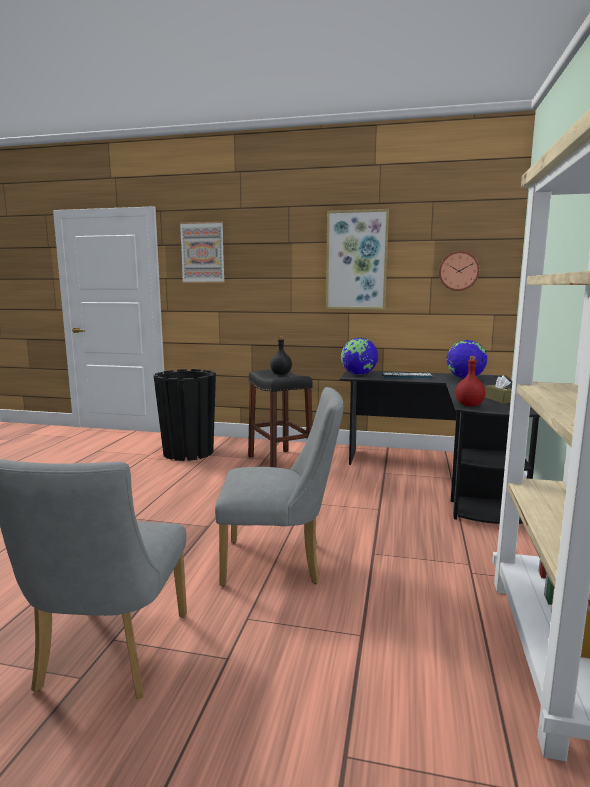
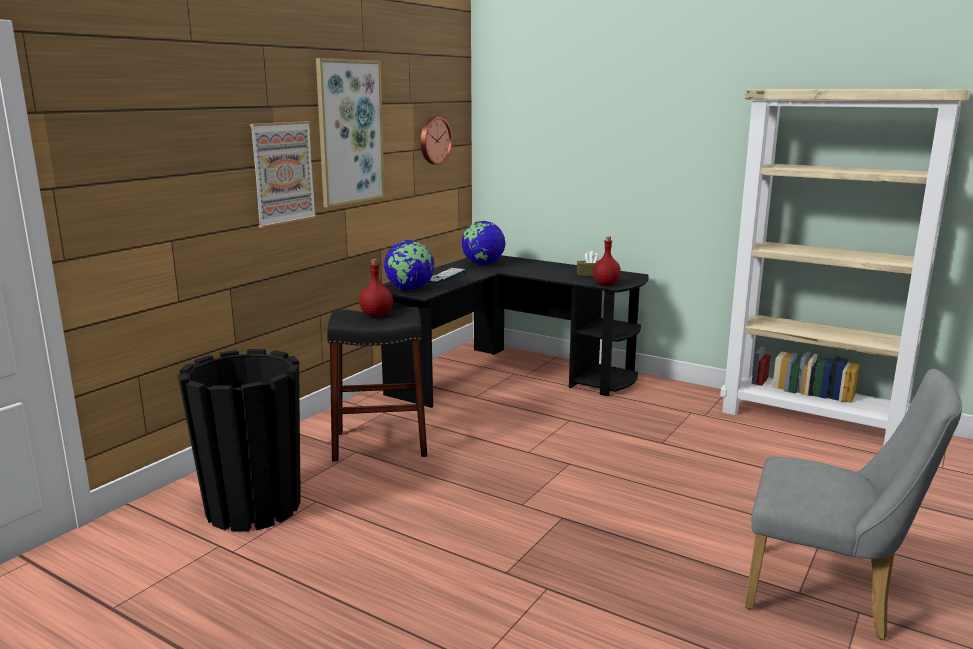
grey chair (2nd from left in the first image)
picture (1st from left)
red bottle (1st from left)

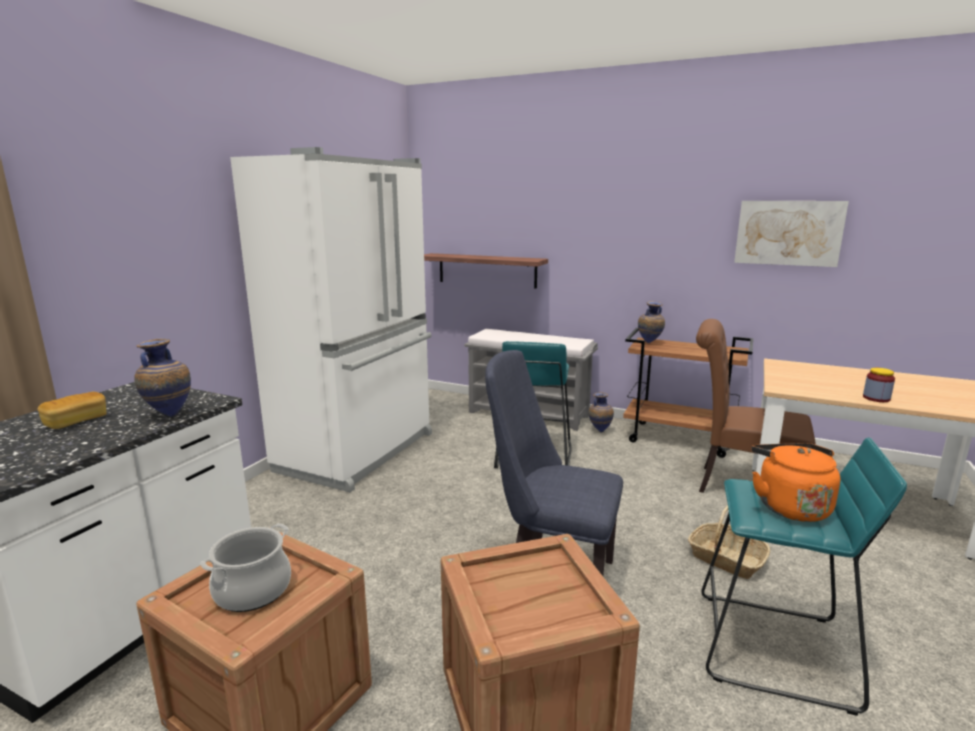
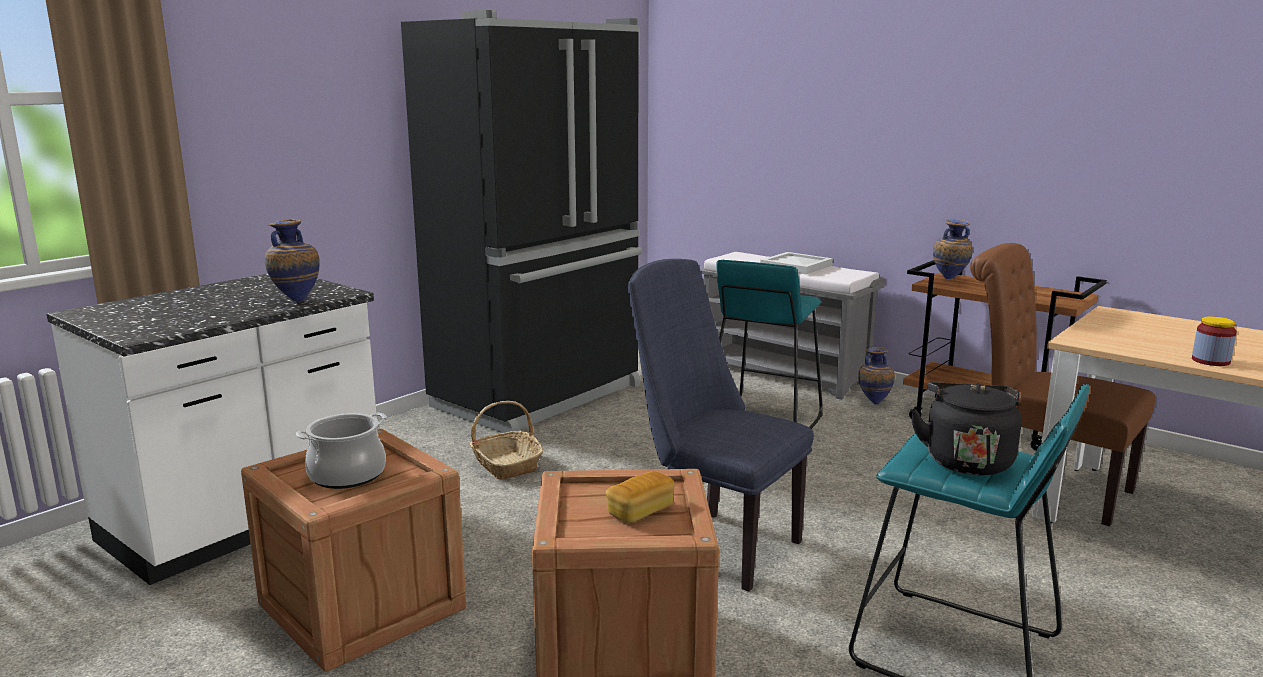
shelf
picture
white tray
bread
basket
black fridge
black kettle

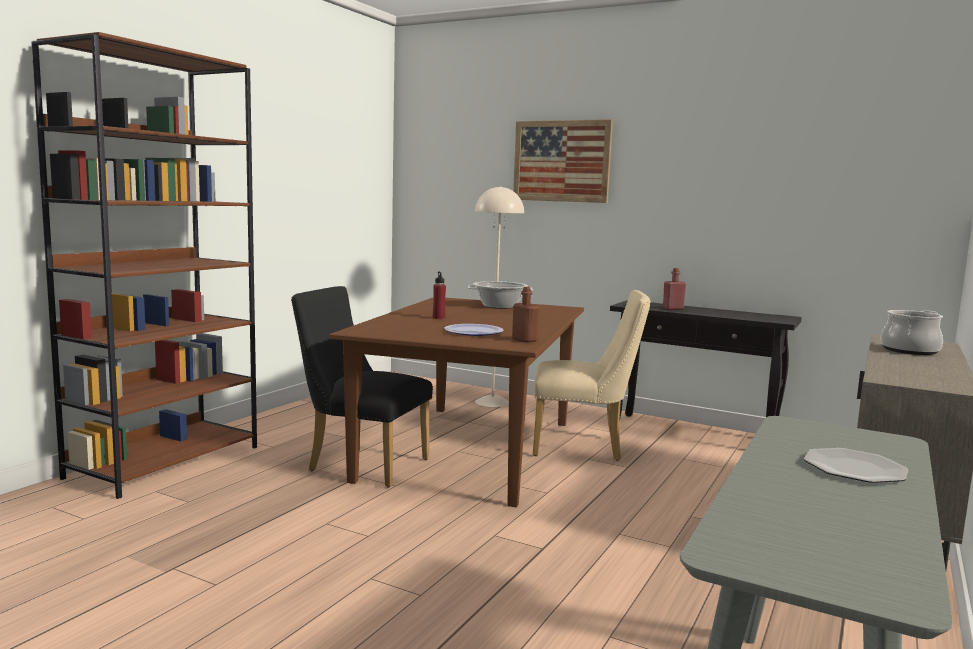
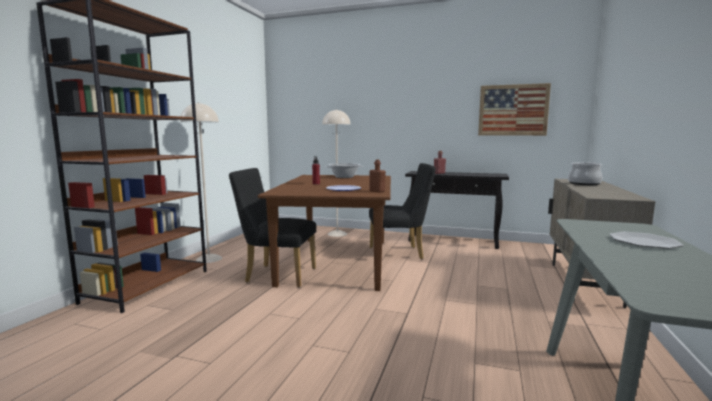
beige floor lamp (1st from left)
picture
black chair (2nd from left)

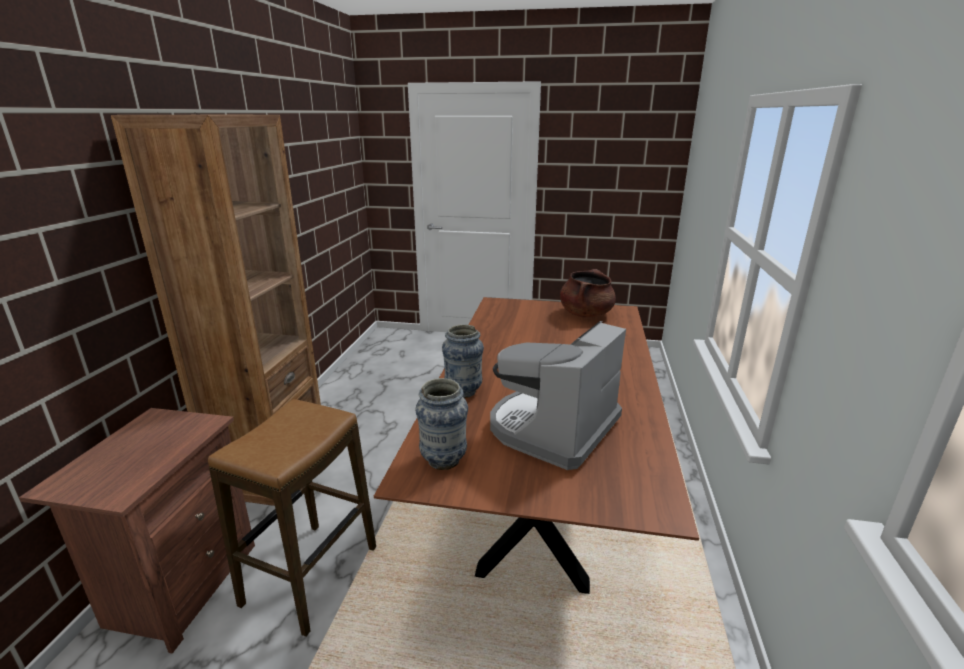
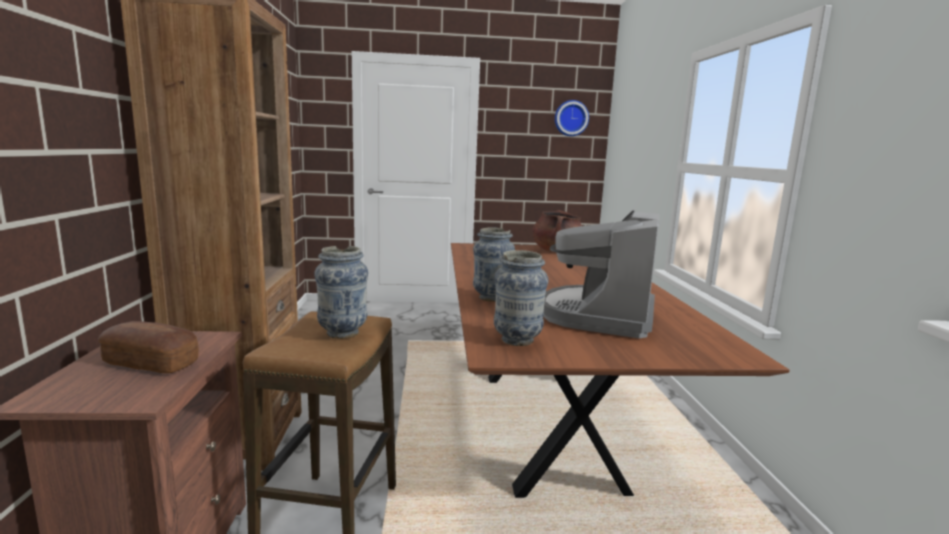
bread
vase (1st from left)
wall clock

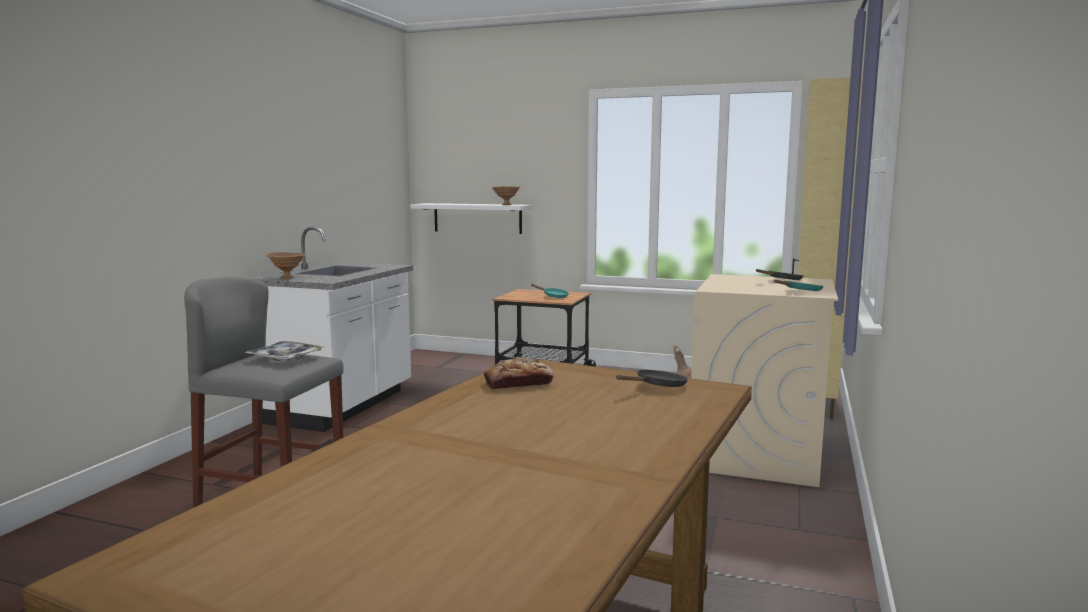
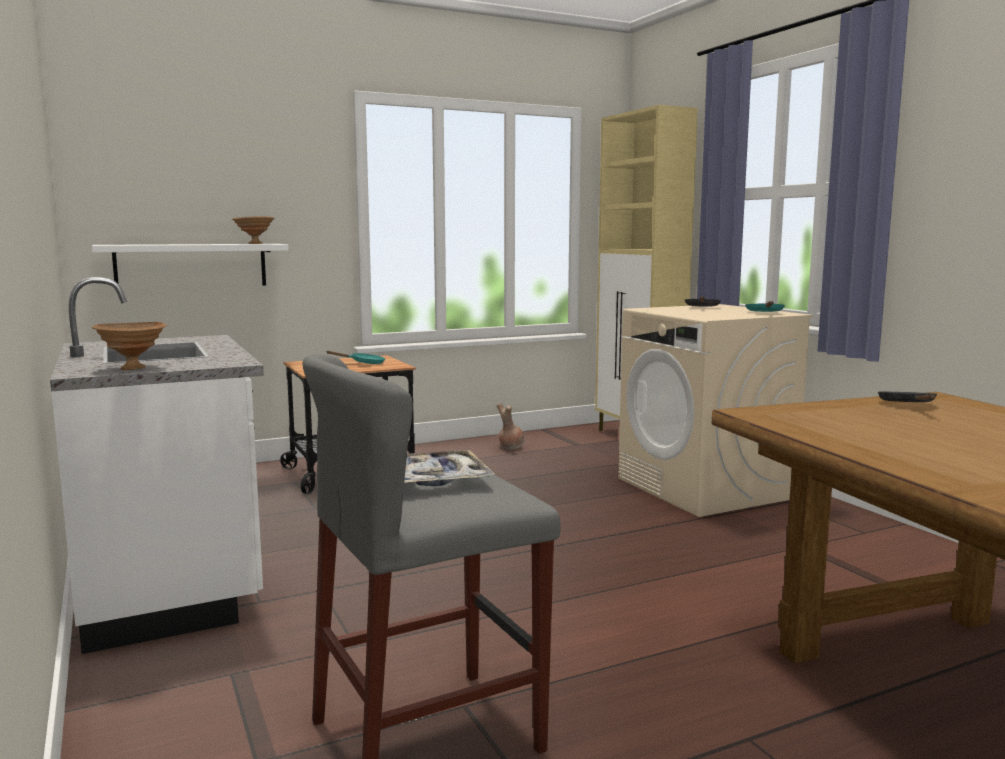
bread

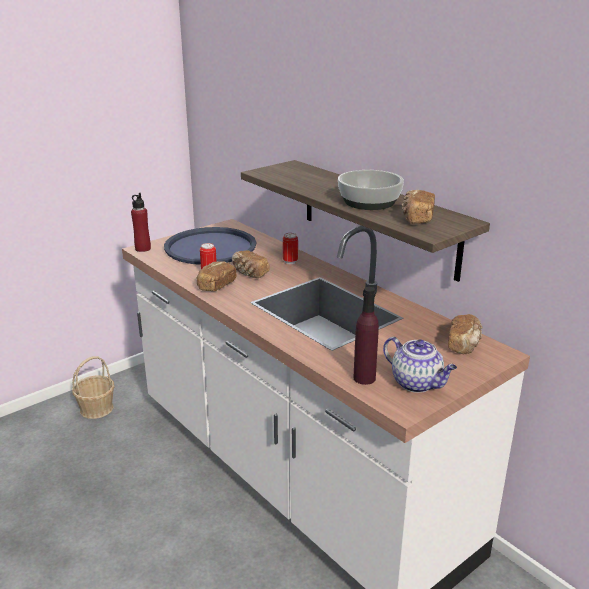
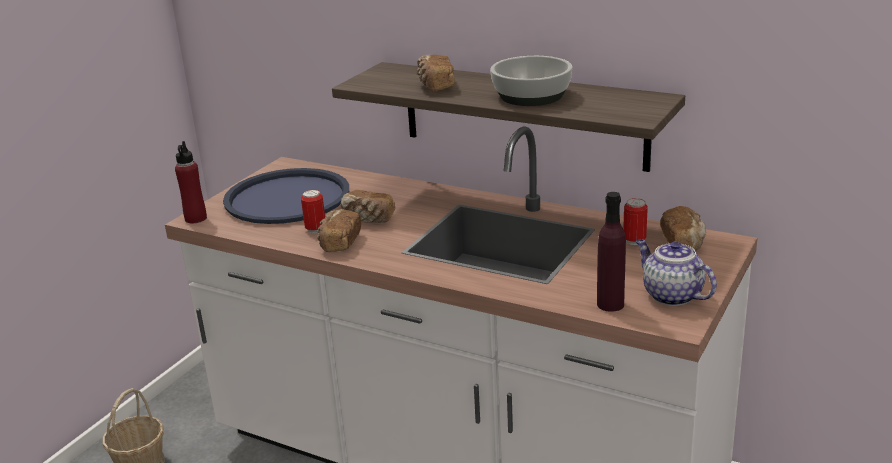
can (2nd from left)
bread (3rd from left)
teapot

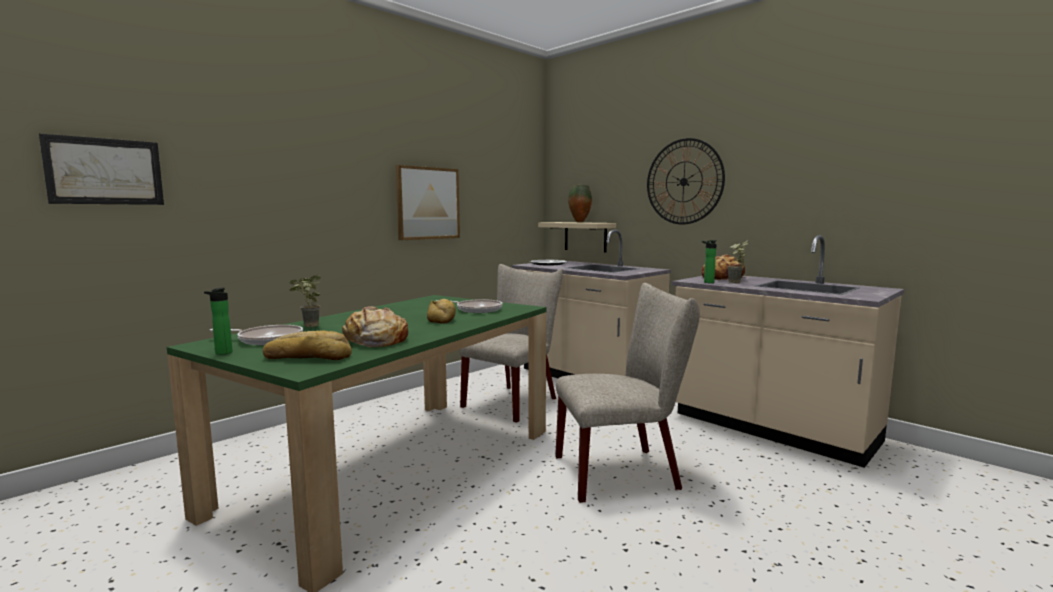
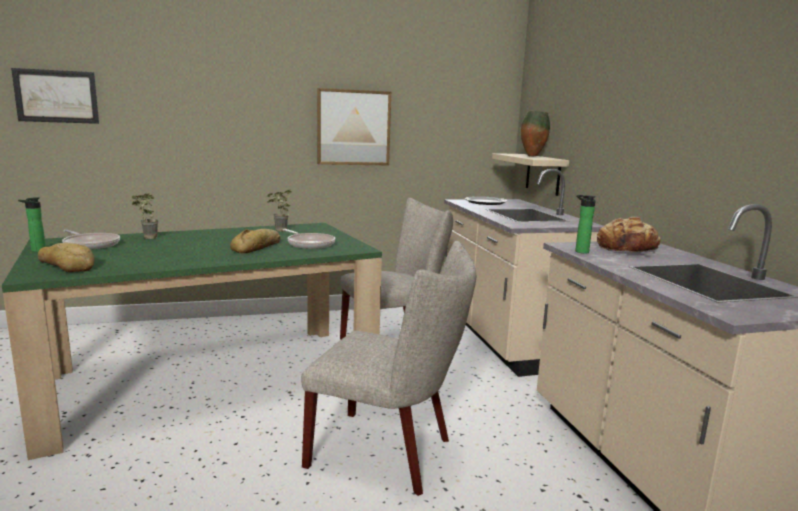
bread (2nd from left in the first image)
wall clock
potted plant (2nd from left)

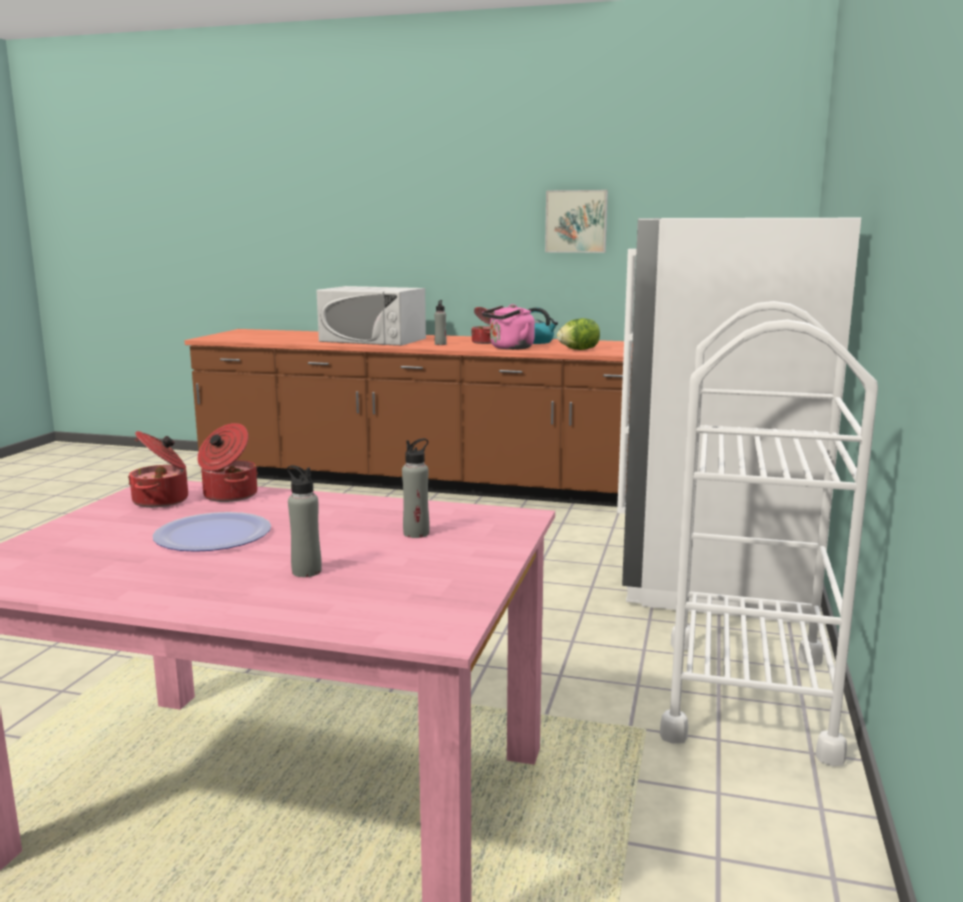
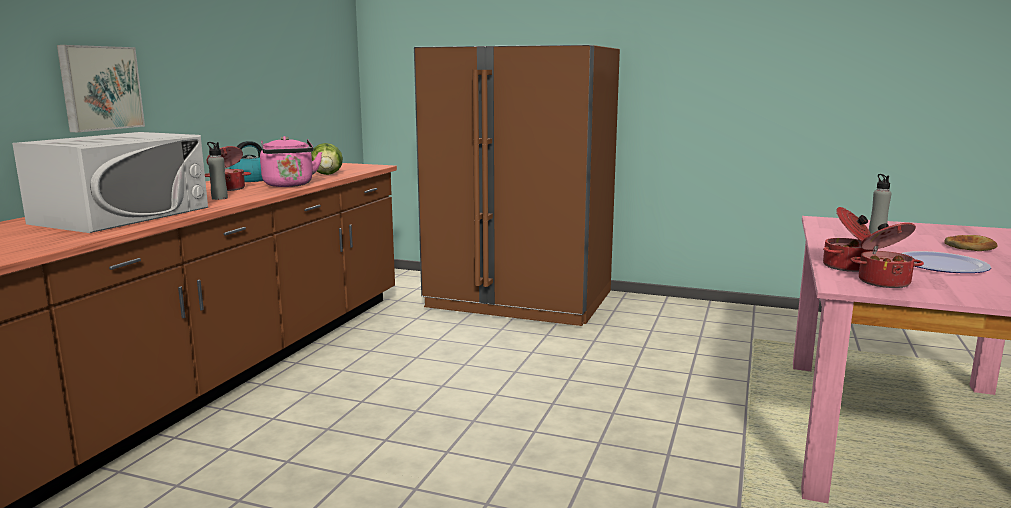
white cart
picture
bread
brown fridge

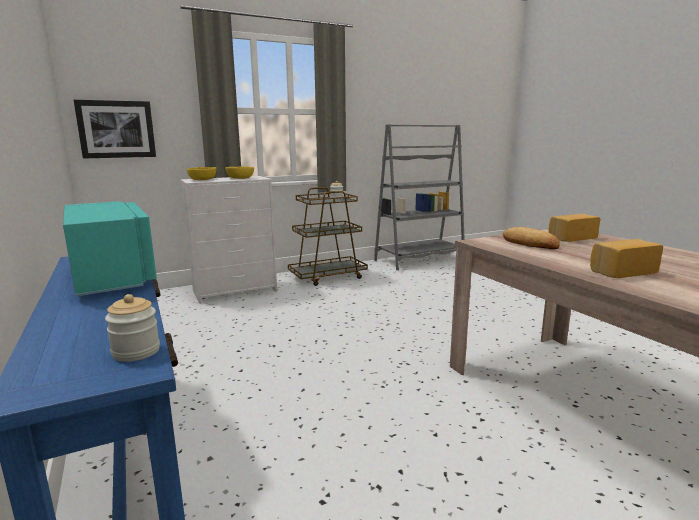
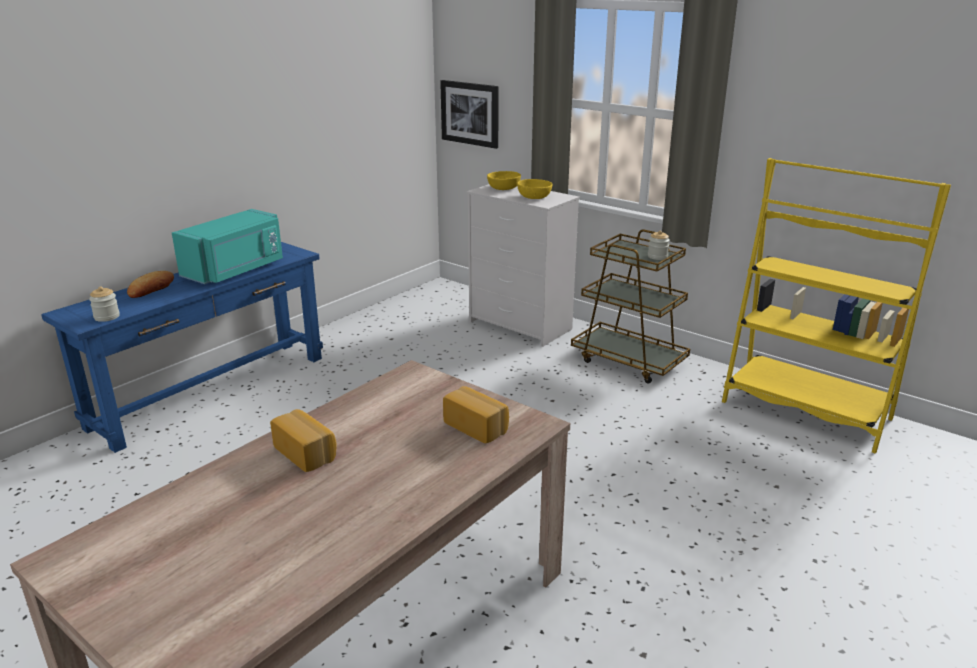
bread (1st from left)
yellow bookcase

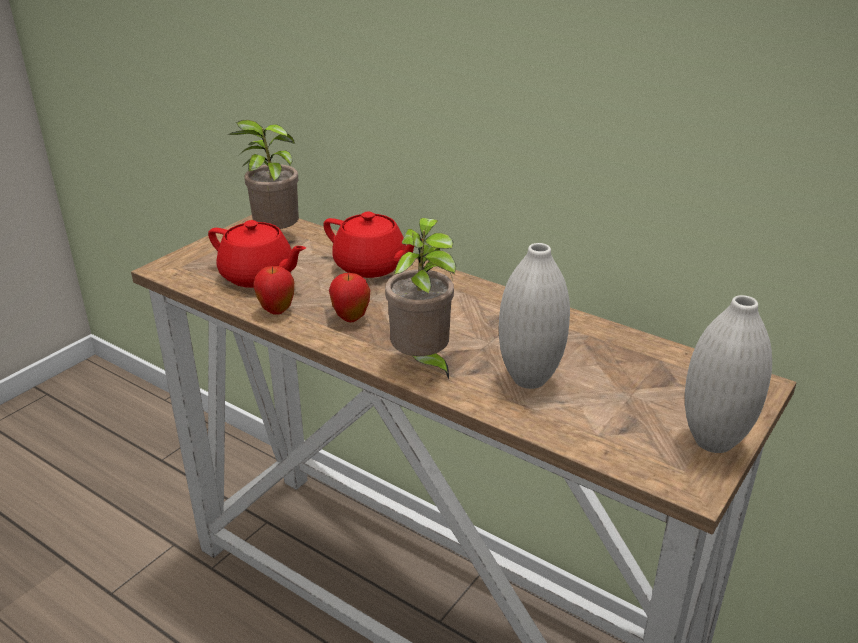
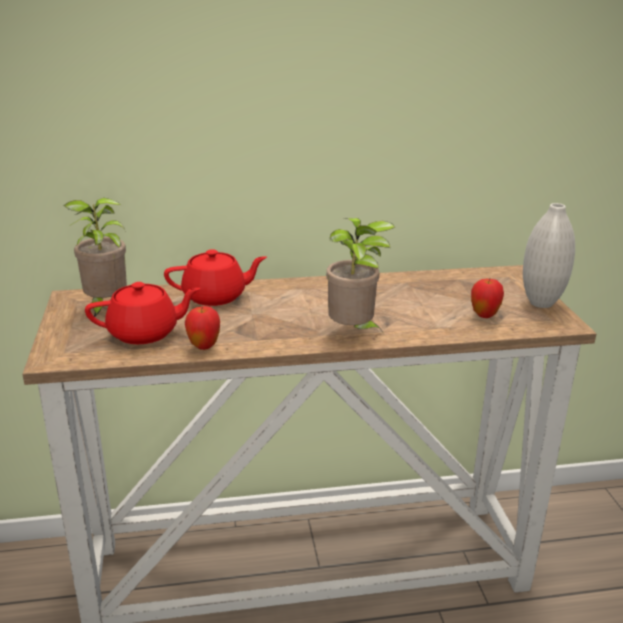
white vase (1st from left in the first image)
apple (2nd from left)

